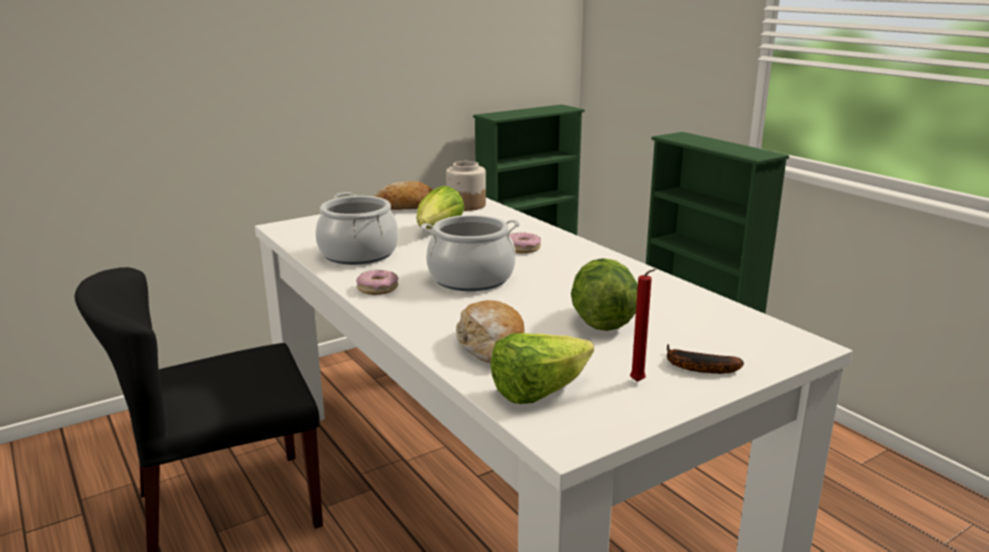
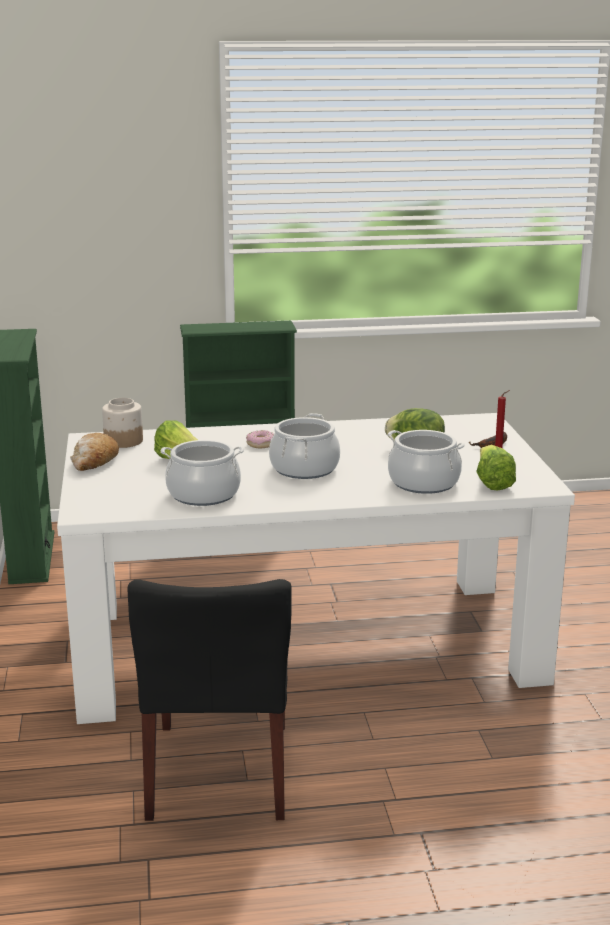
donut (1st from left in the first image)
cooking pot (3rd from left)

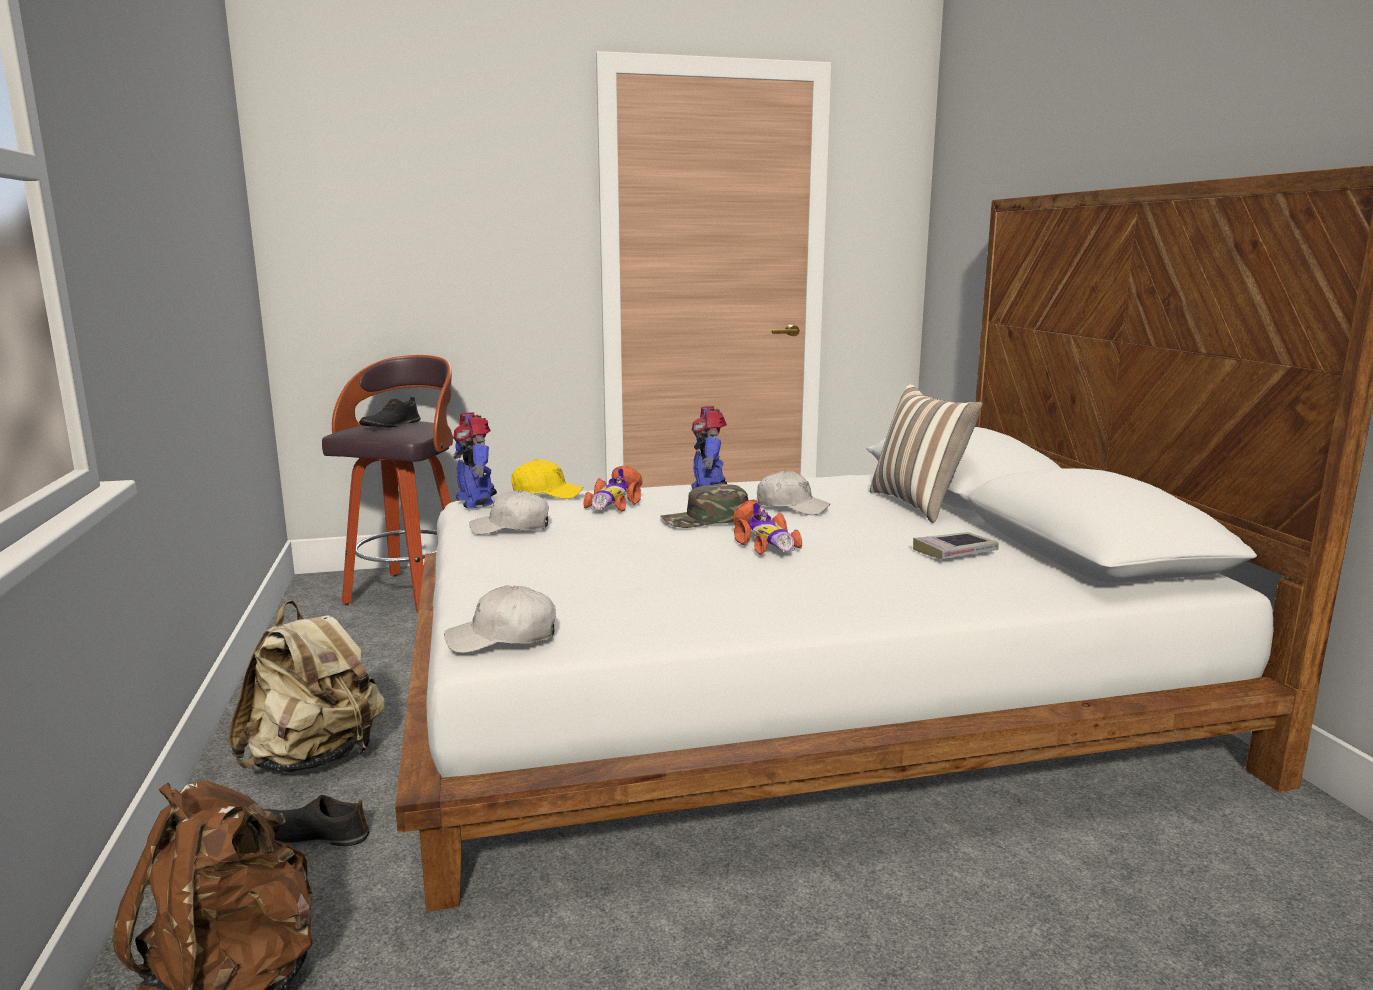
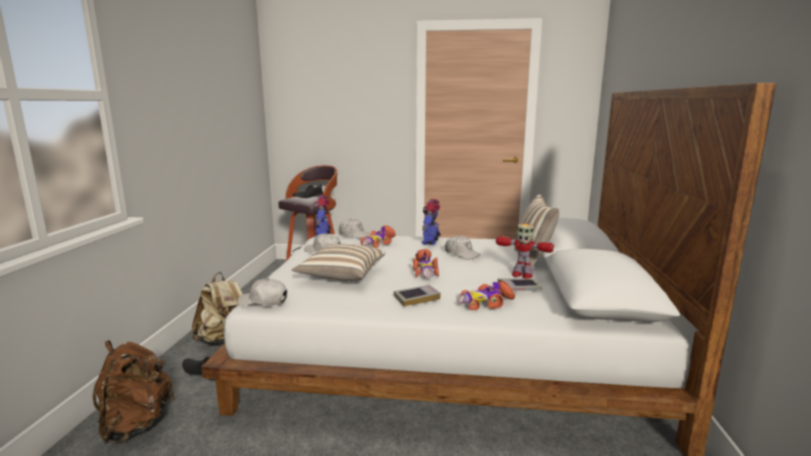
green cap
pillow (1st from left)
book (1st from left)
toy car (3rd from left)
toy robot (3rd from left)
white cap (3rd from left)

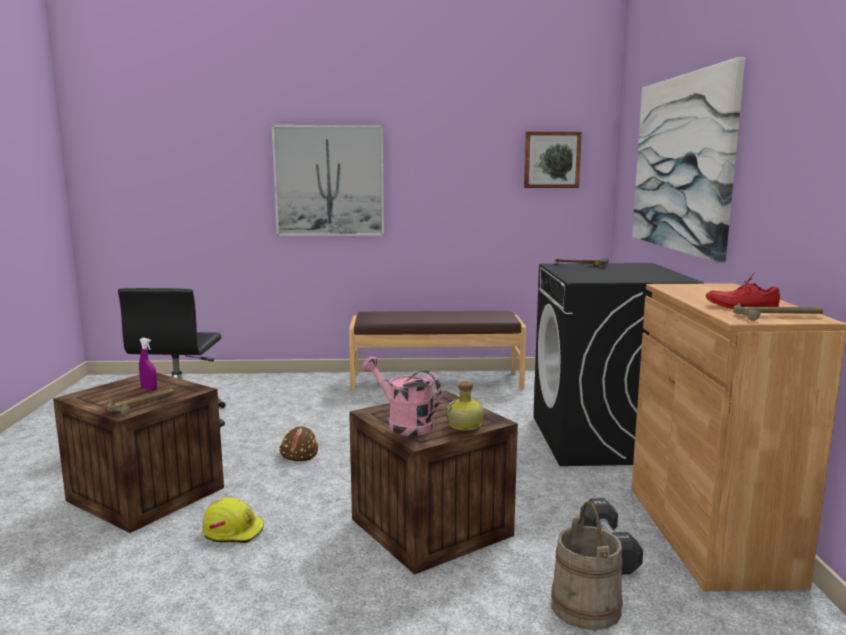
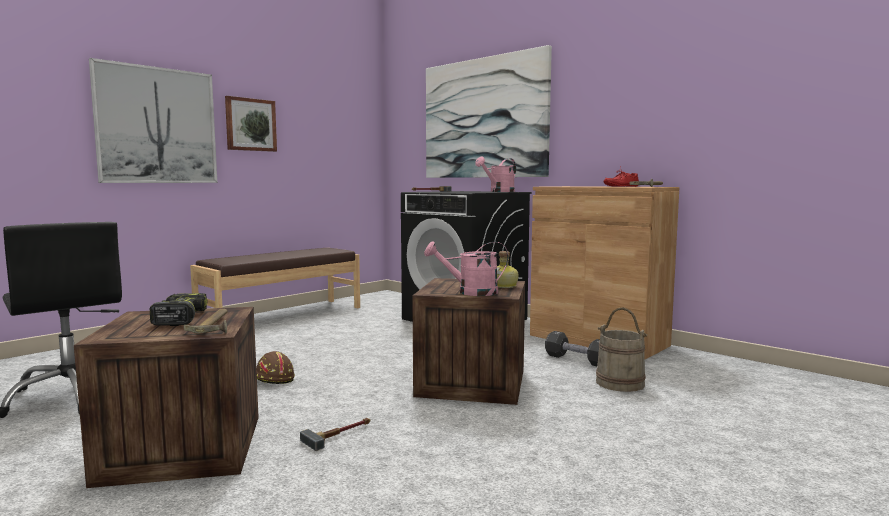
pink watering can (2nd from left)
picture (2nd from left)
power drill
hammer (2nd from left)

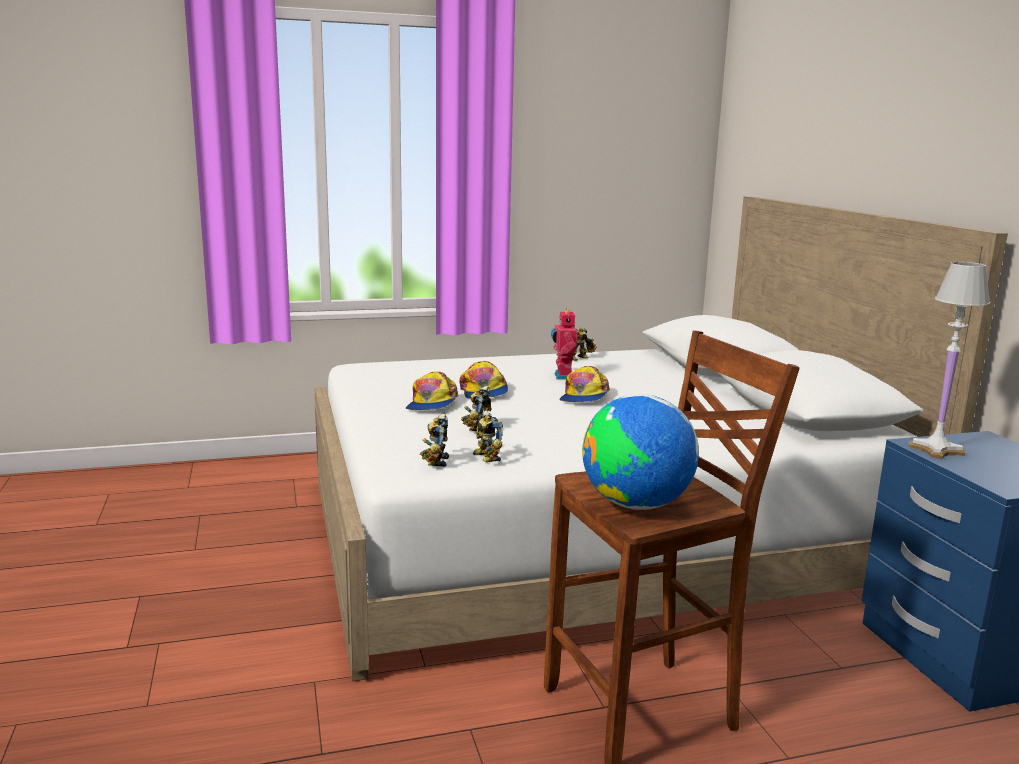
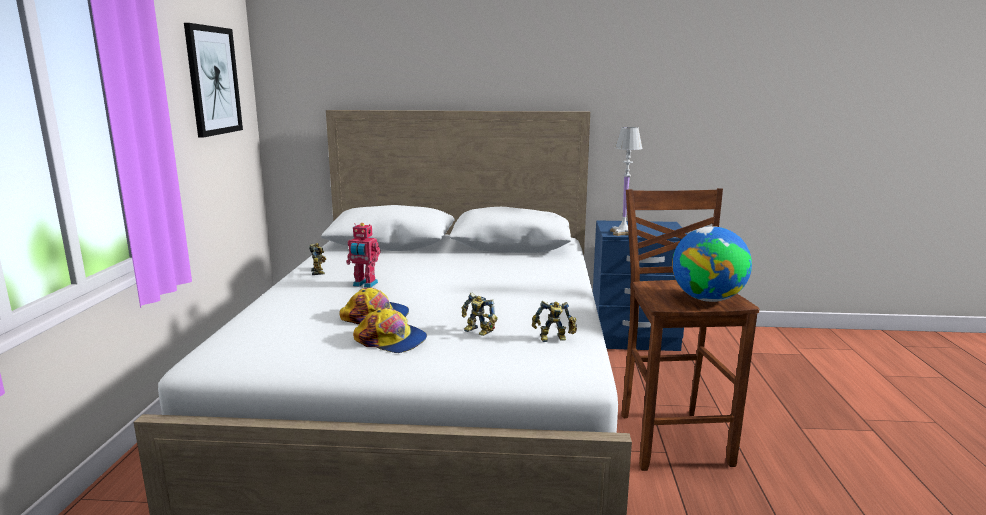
toy robot (1st from left in the first image)
cap (3rd from left in the first image)
picture

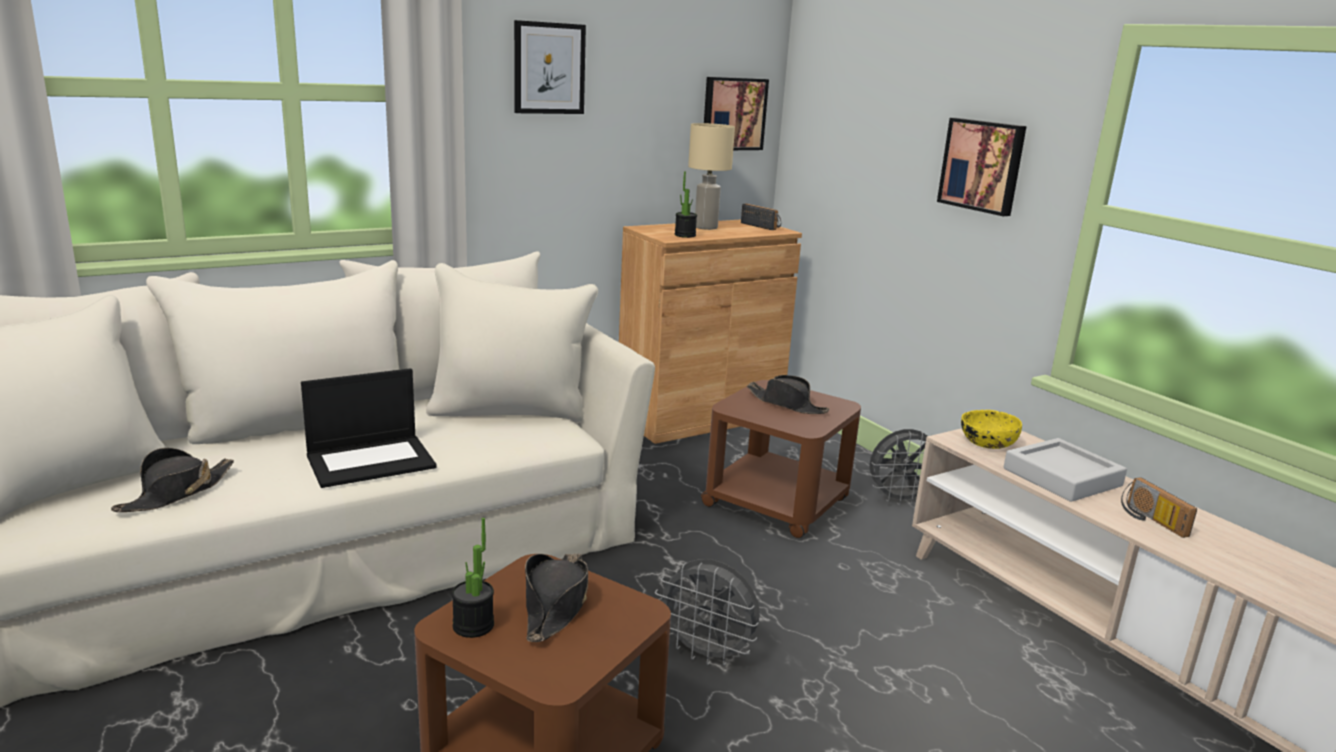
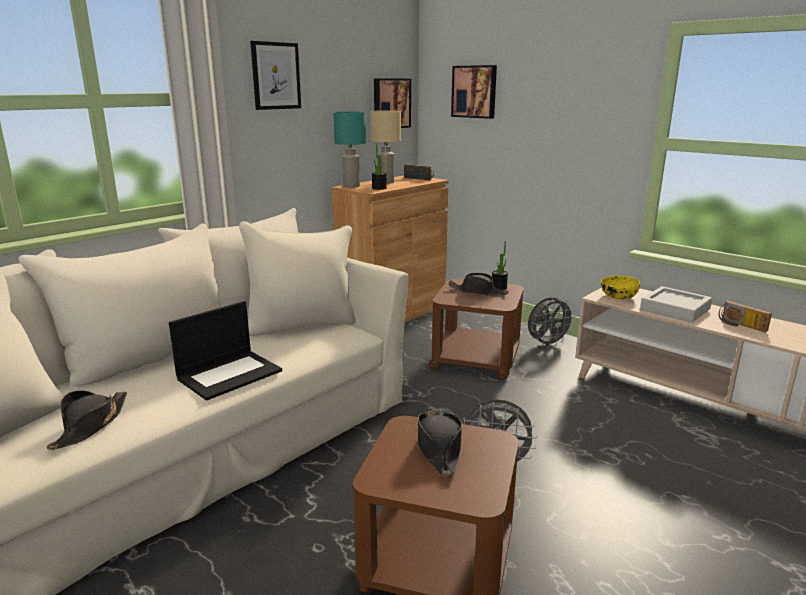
turquoise table lamp
potted plant (2nd from left)
picture (3rd from left)

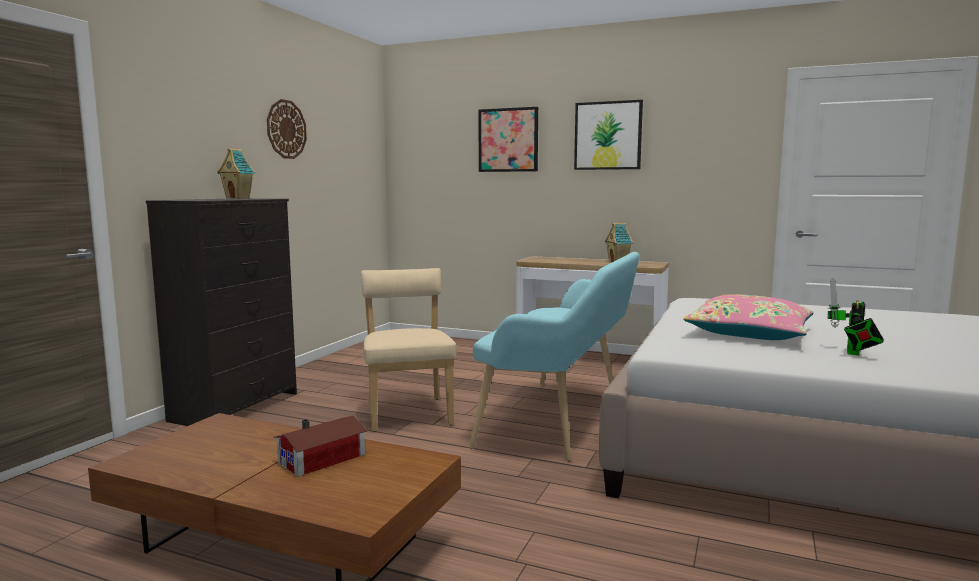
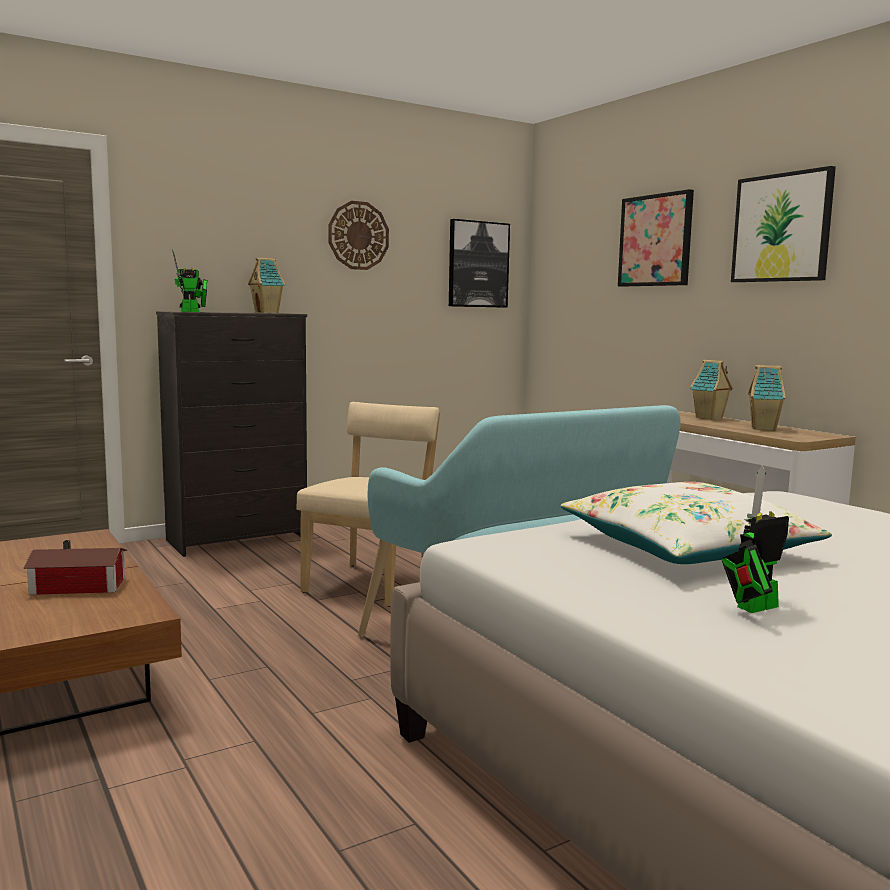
toy robot (1st from left)
picture (1st from left)
toy house (3rd from left)
white pillow

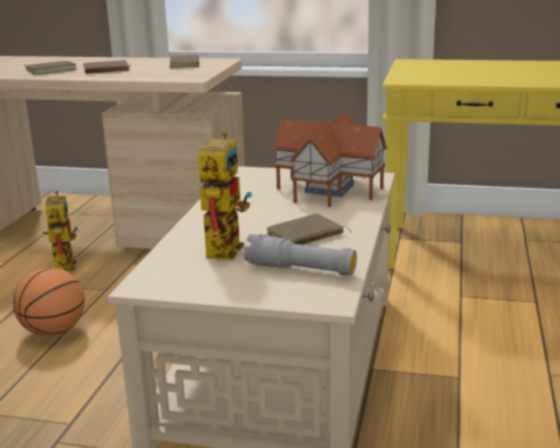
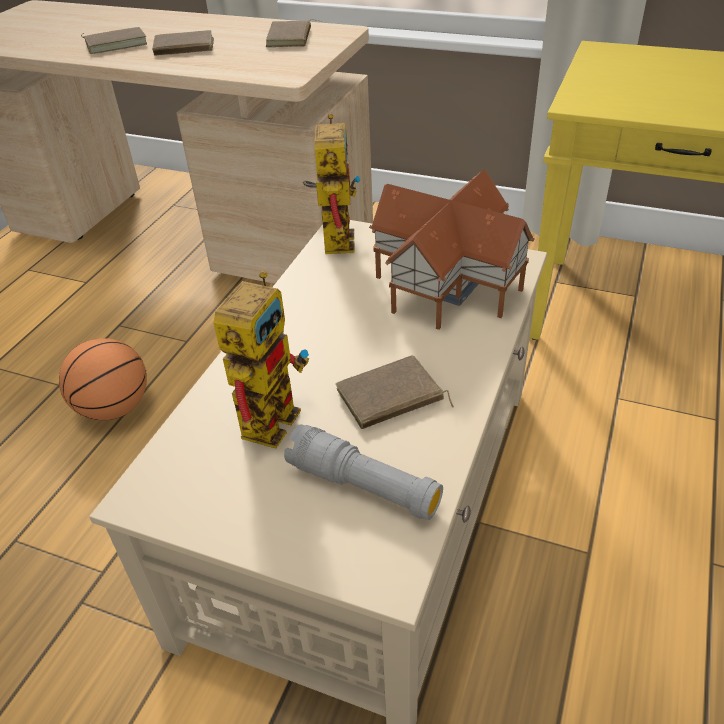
toy robot (2nd from left)

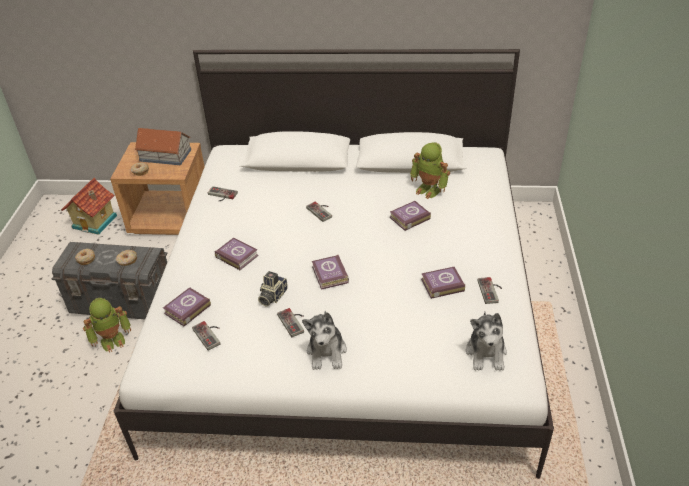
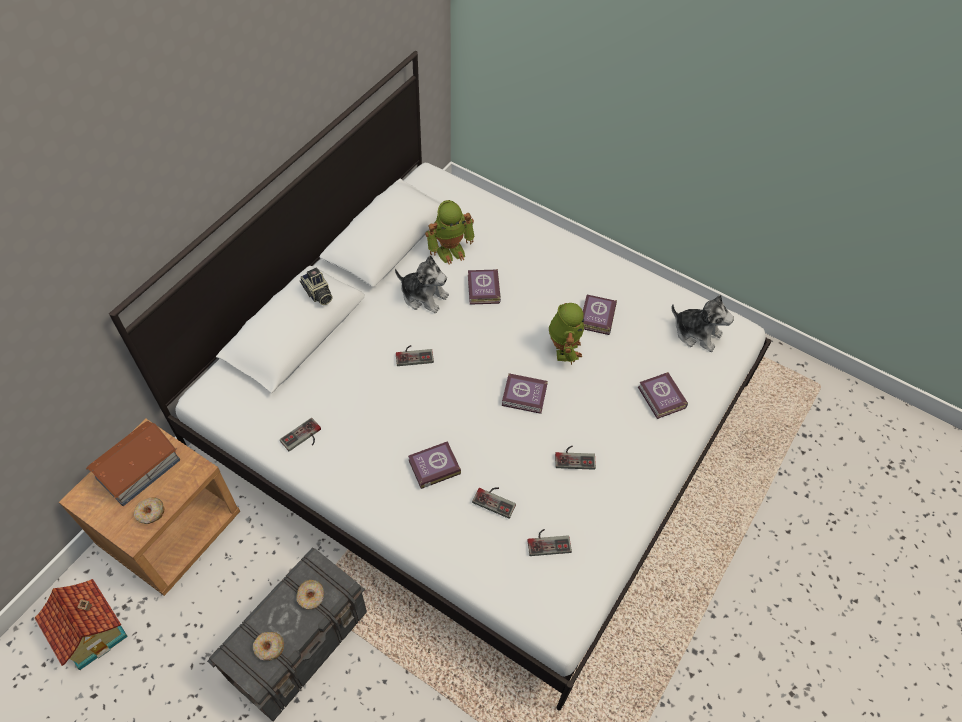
toy robot (2nd from left)
book (5th from left)
photo camera
plush toy (1st from left)
game controller (3rd from left)

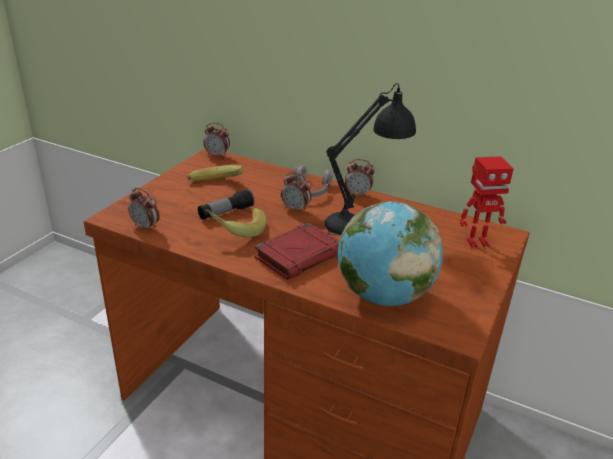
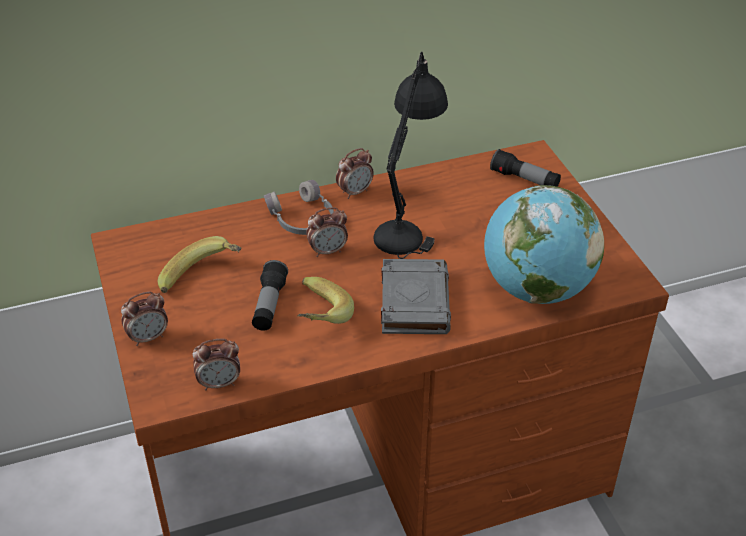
alarm clock (1st from left)
flashlight (2nd from left)
grey book

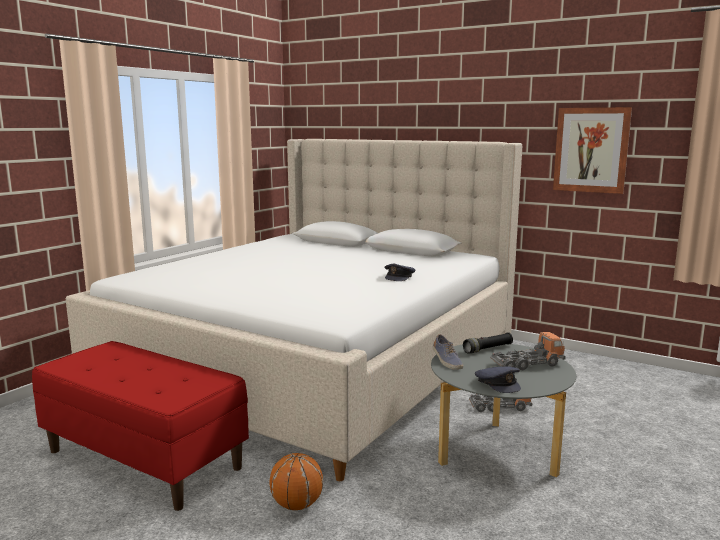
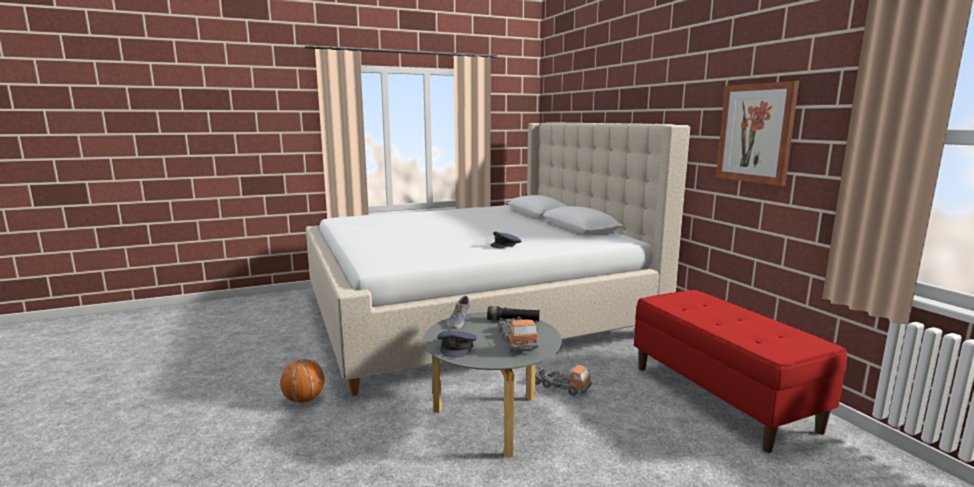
red bench
toy truck (1st from left)

